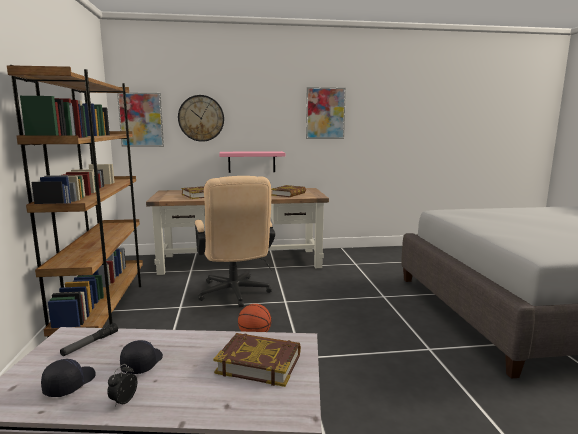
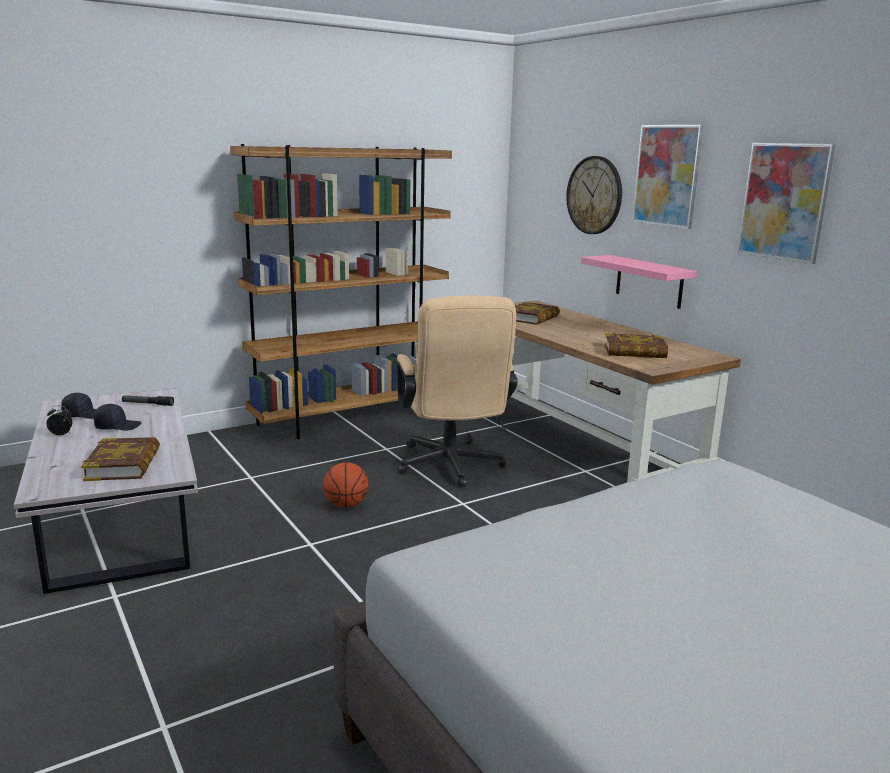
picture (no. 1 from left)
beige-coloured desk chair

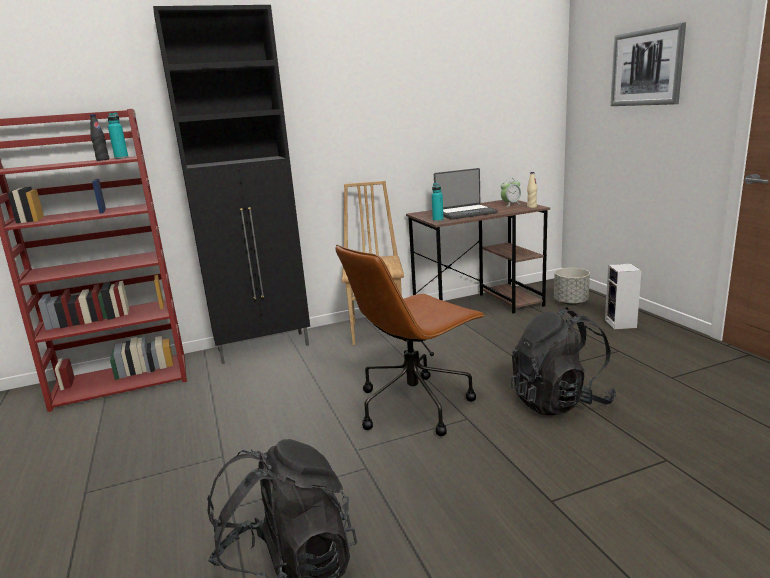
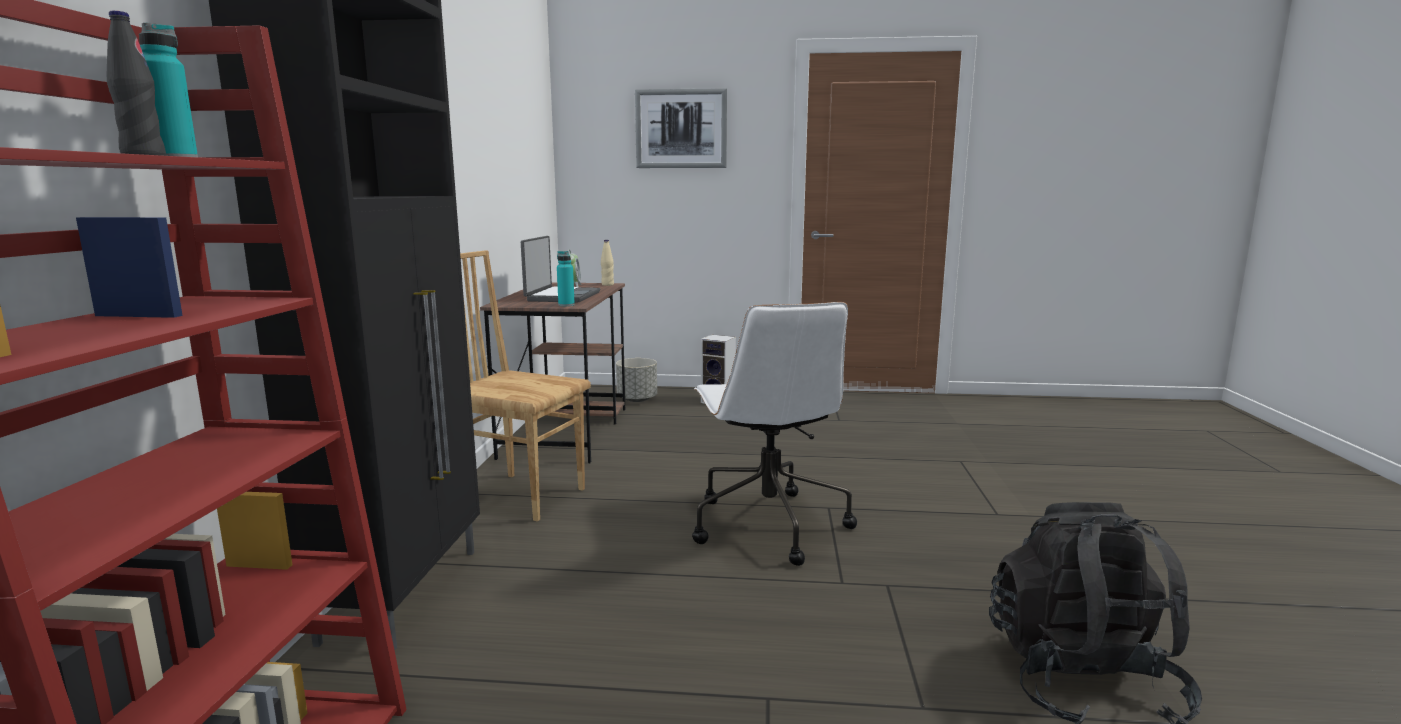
black knapsack (no. 2 from left in the first image)
white desk chair

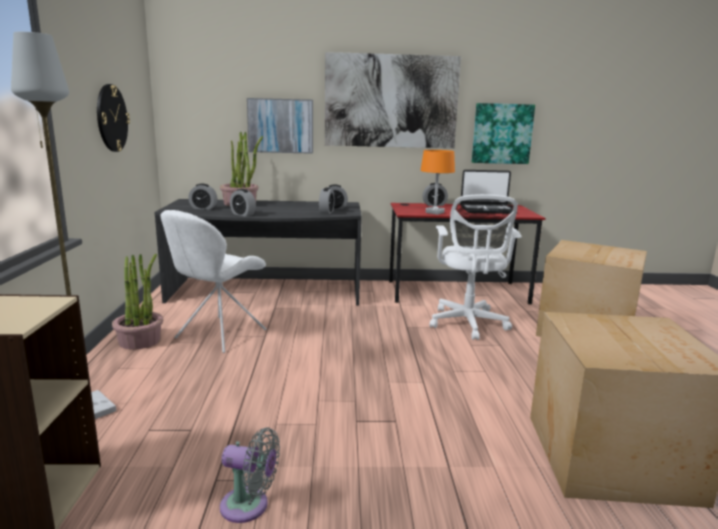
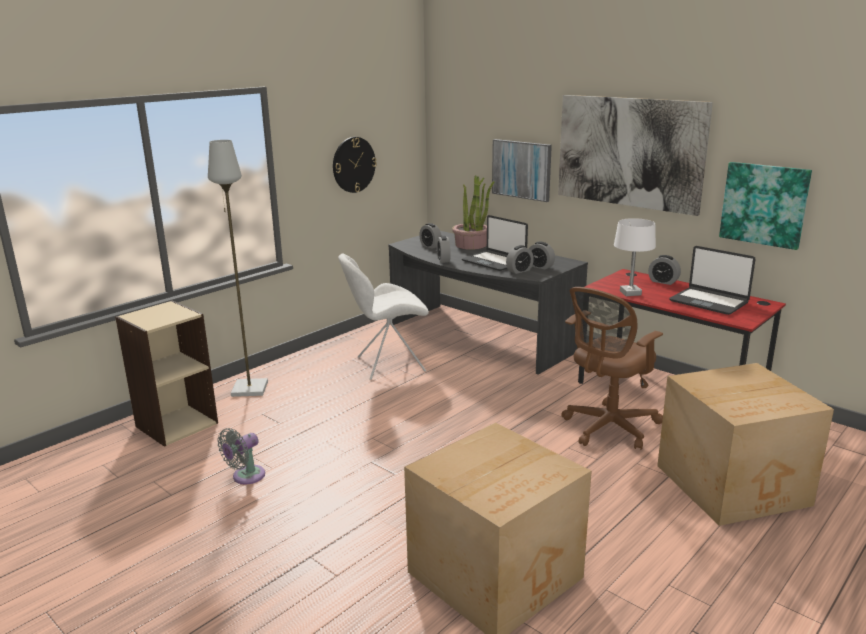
plant in a pot (no. 1 from left in the first image)
laptop (no. 1 from left)
white tabletop lamp
brownish desk chair
gray fan

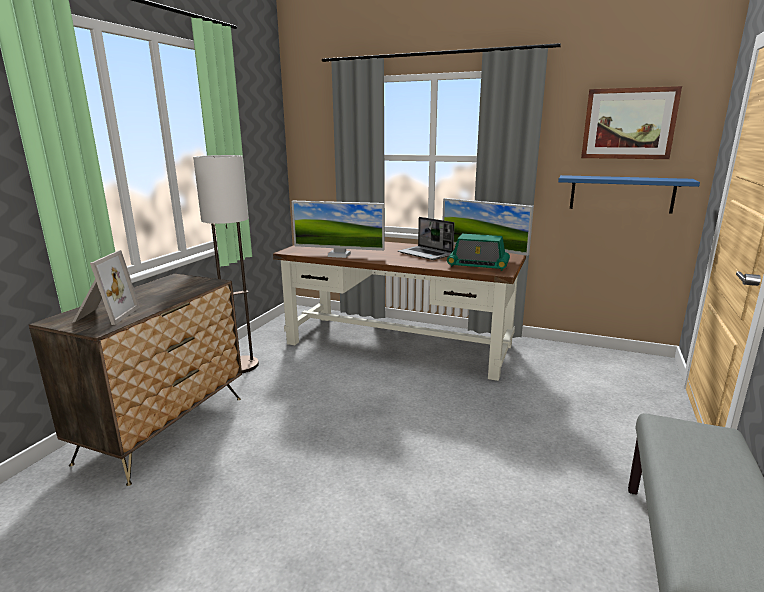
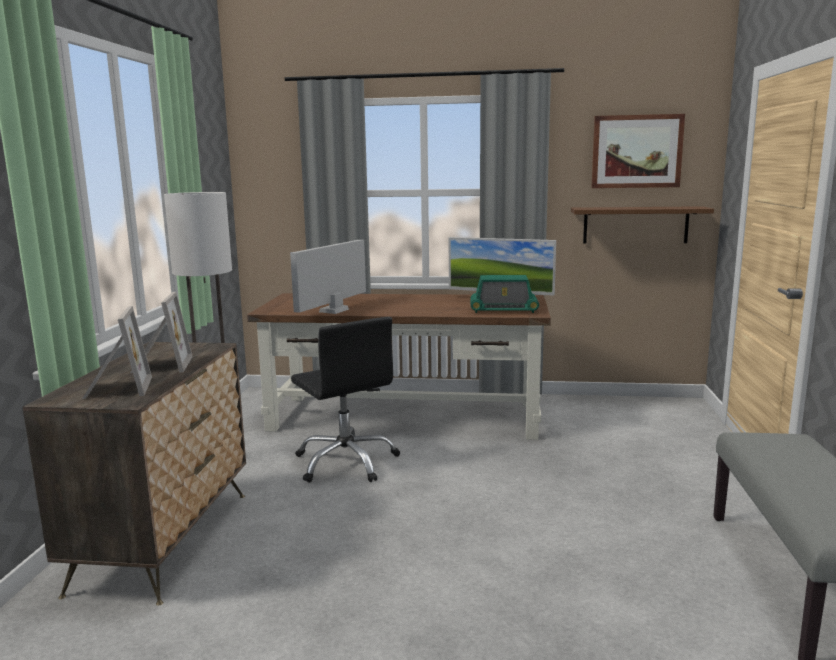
laptop
standing frame (no. 2 from left)
black desk chair
brownish bracket shelf
computer display (no. 1 from left)

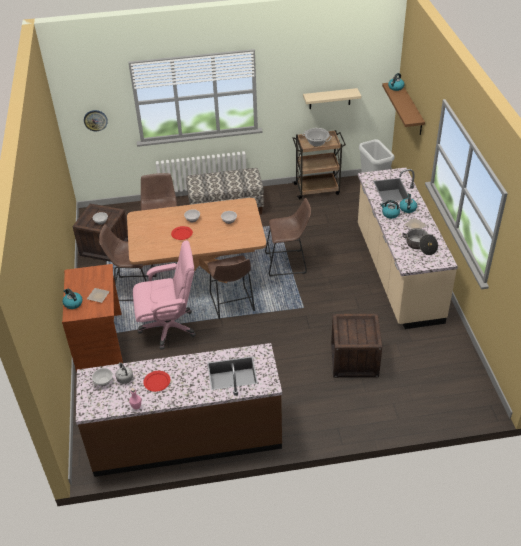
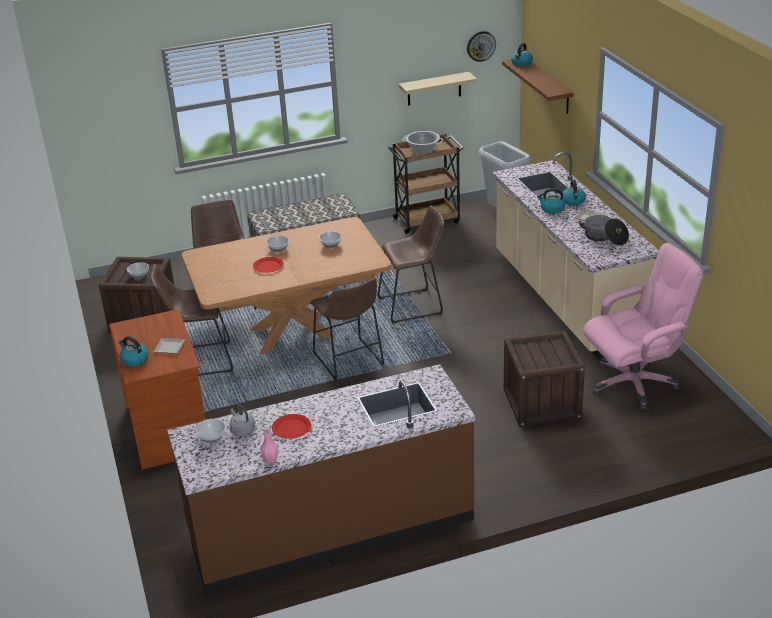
wall clock
pink desk chair

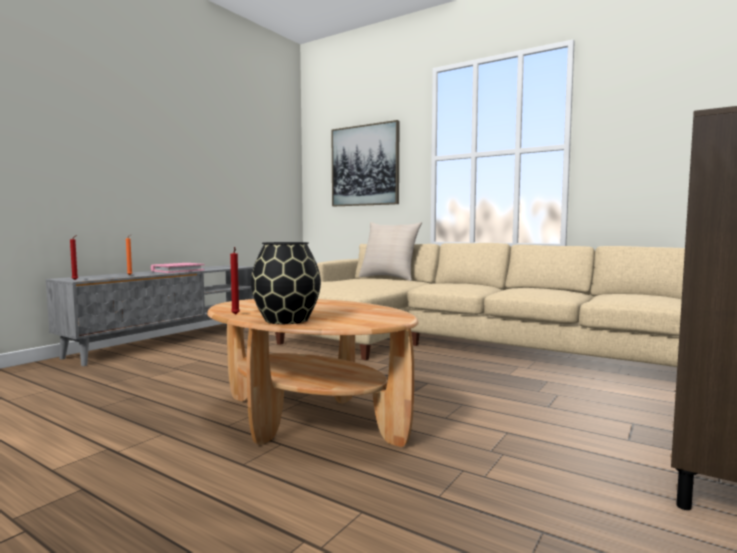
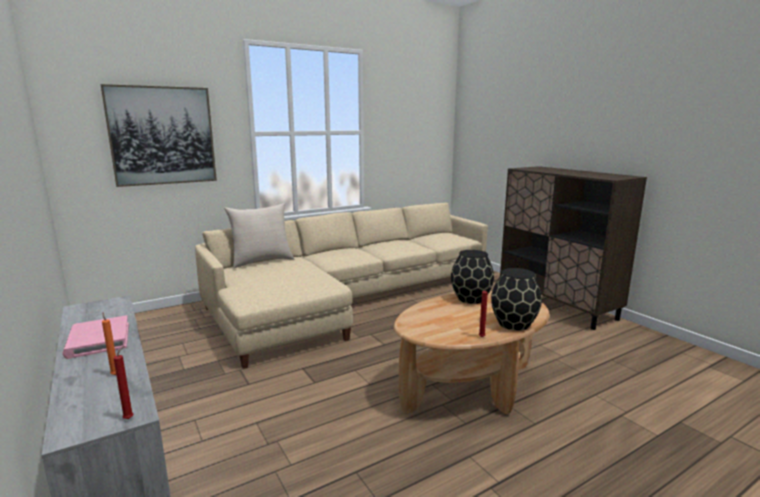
black vase (no. 1 from left)

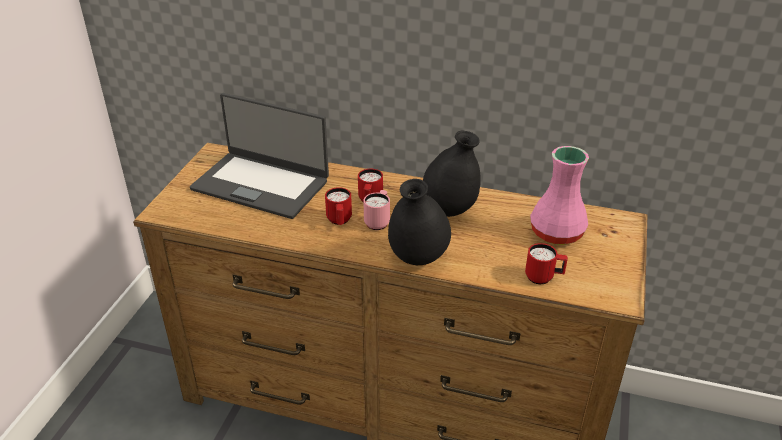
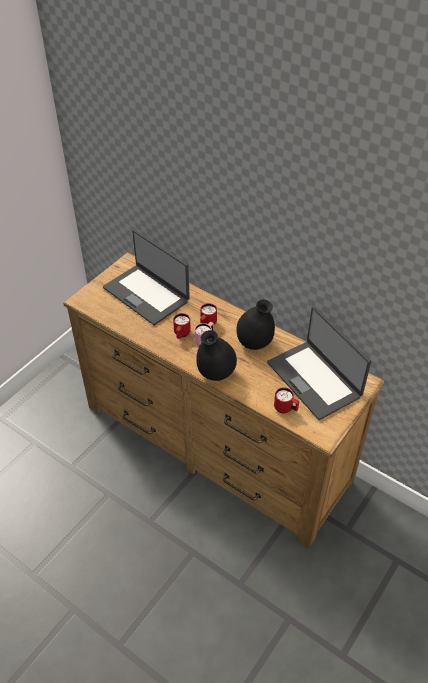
laptop (no. 2 from left)

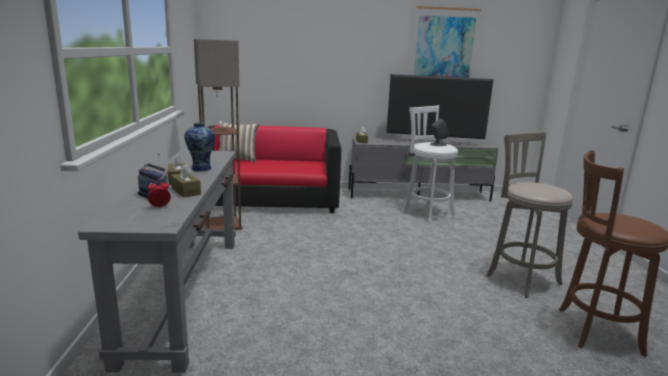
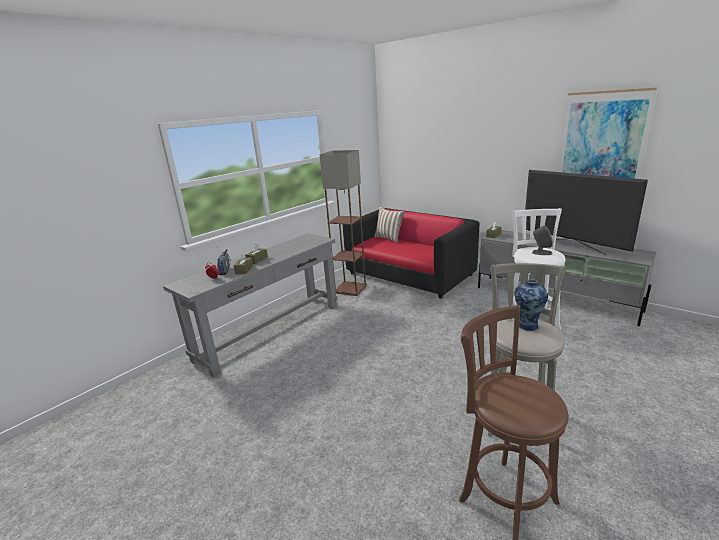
vase

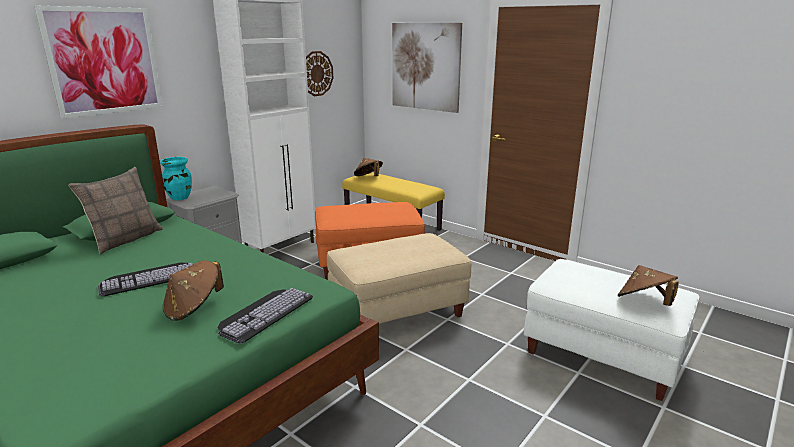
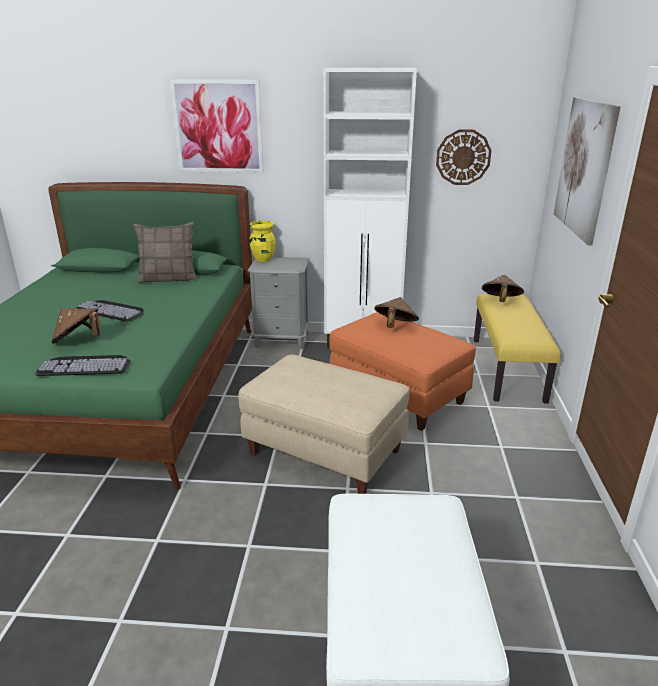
brownish wearable hat (no. 2 from left)
yellowish vase

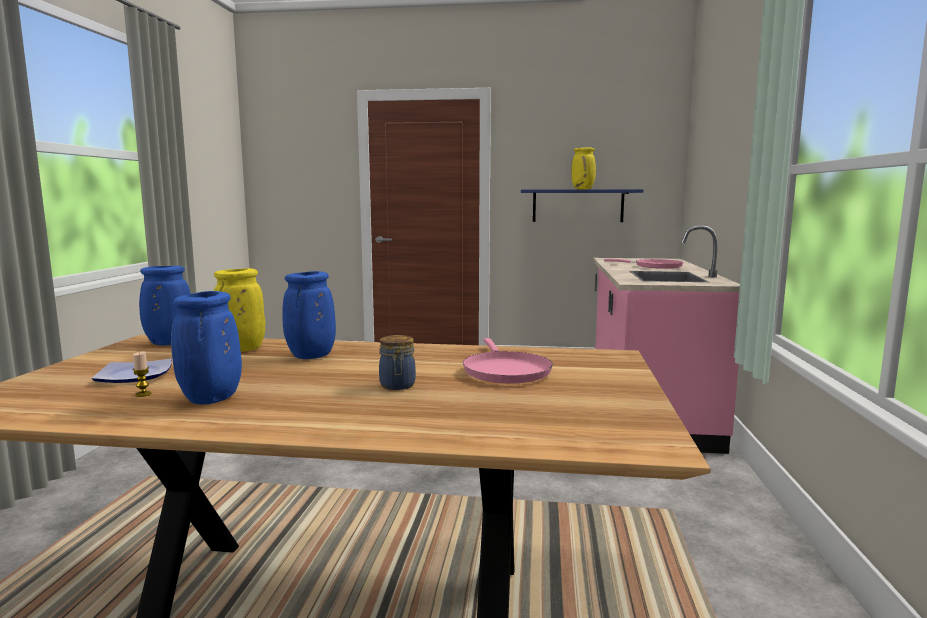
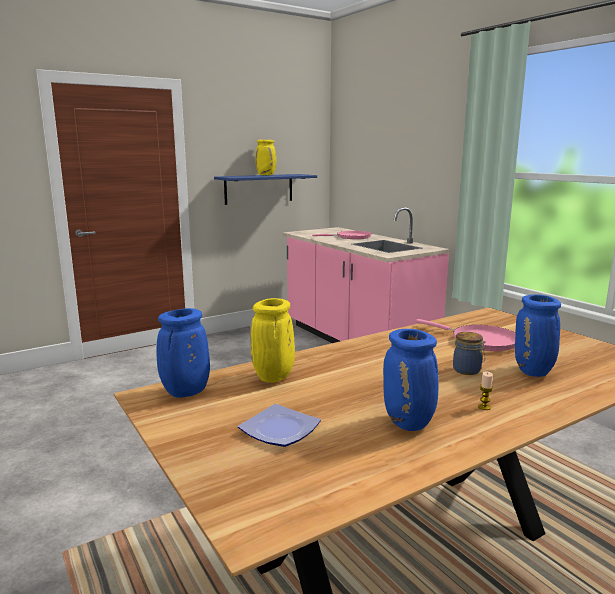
candle
blue vase (no. 3 from left)

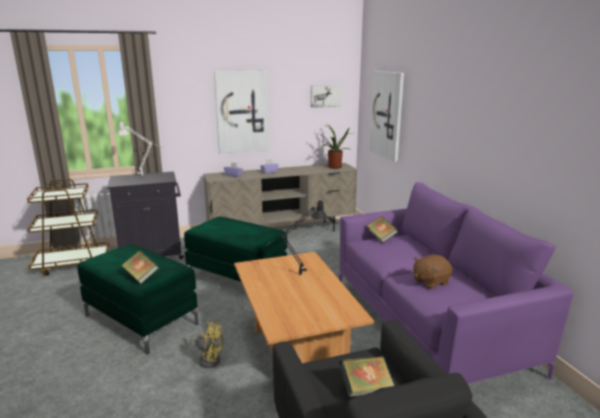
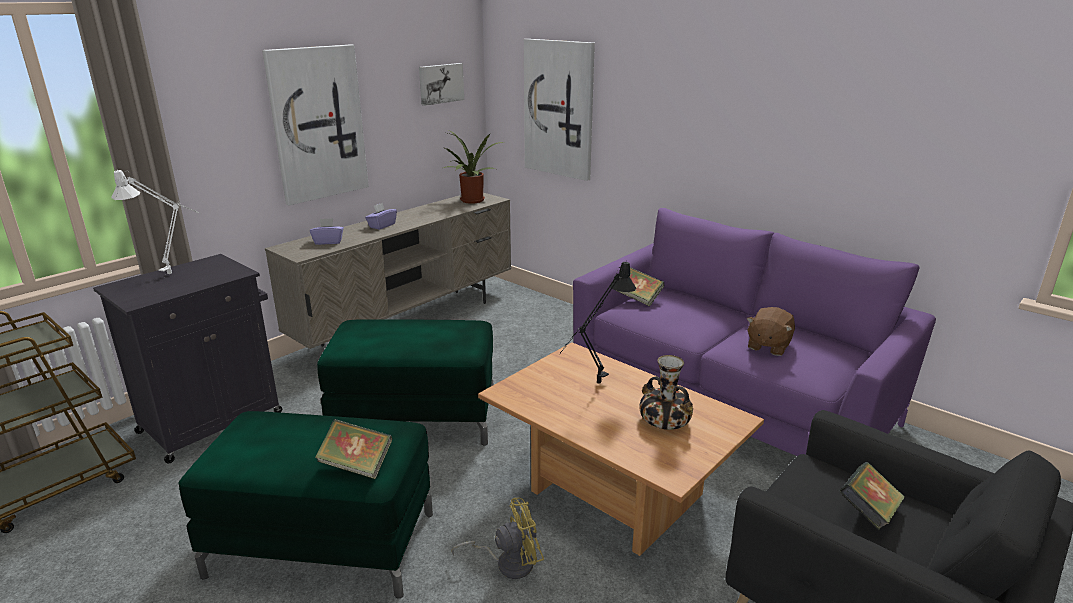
vase

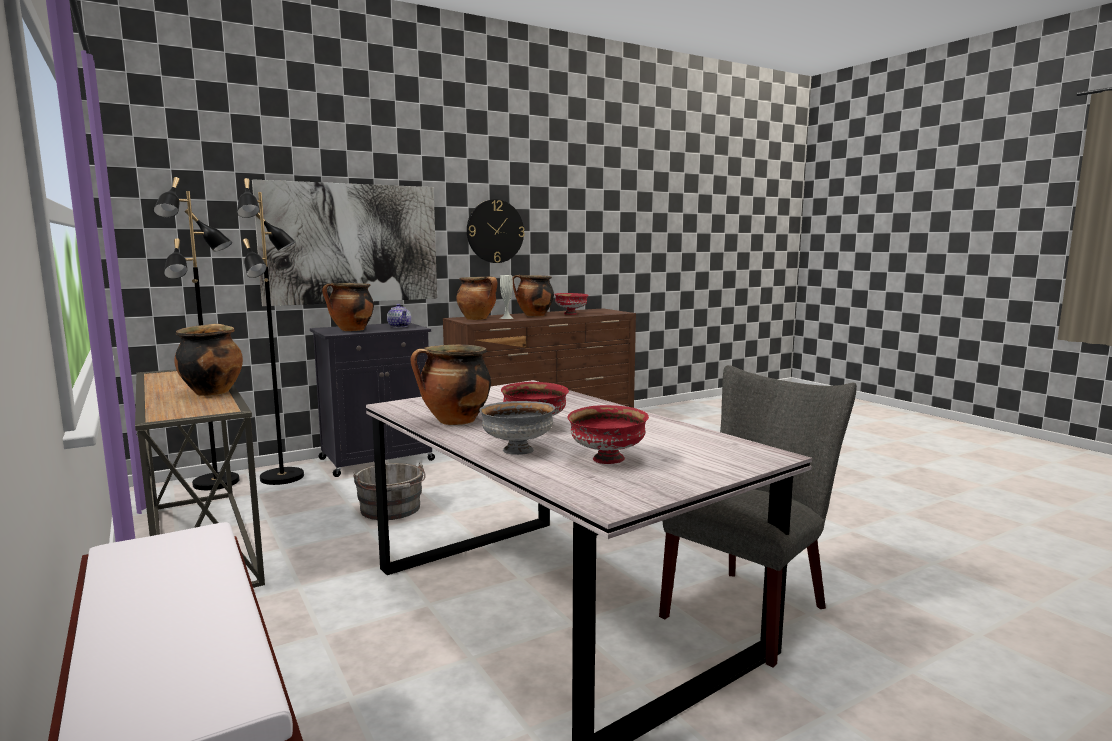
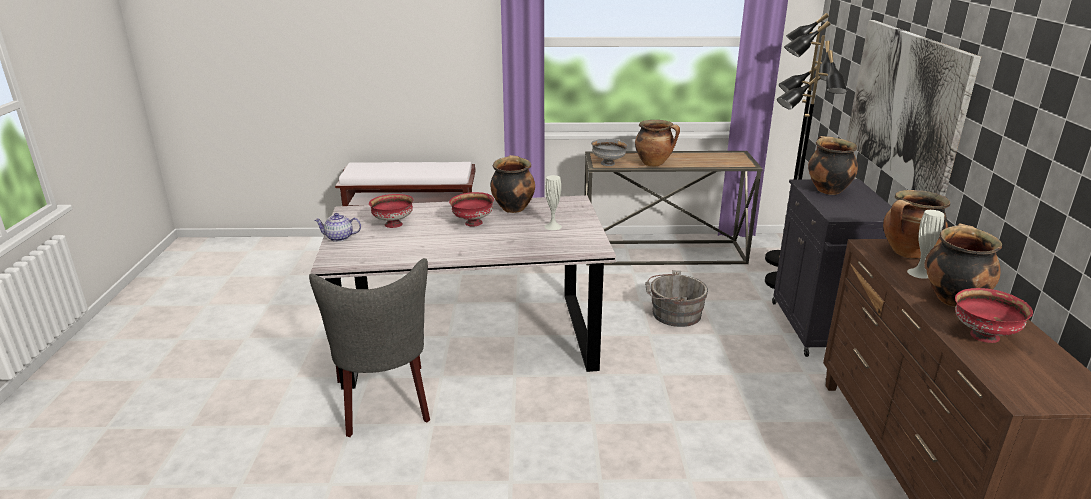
wall clock
white vase (no. 1 from left)
tea pot
gray serving bowl

